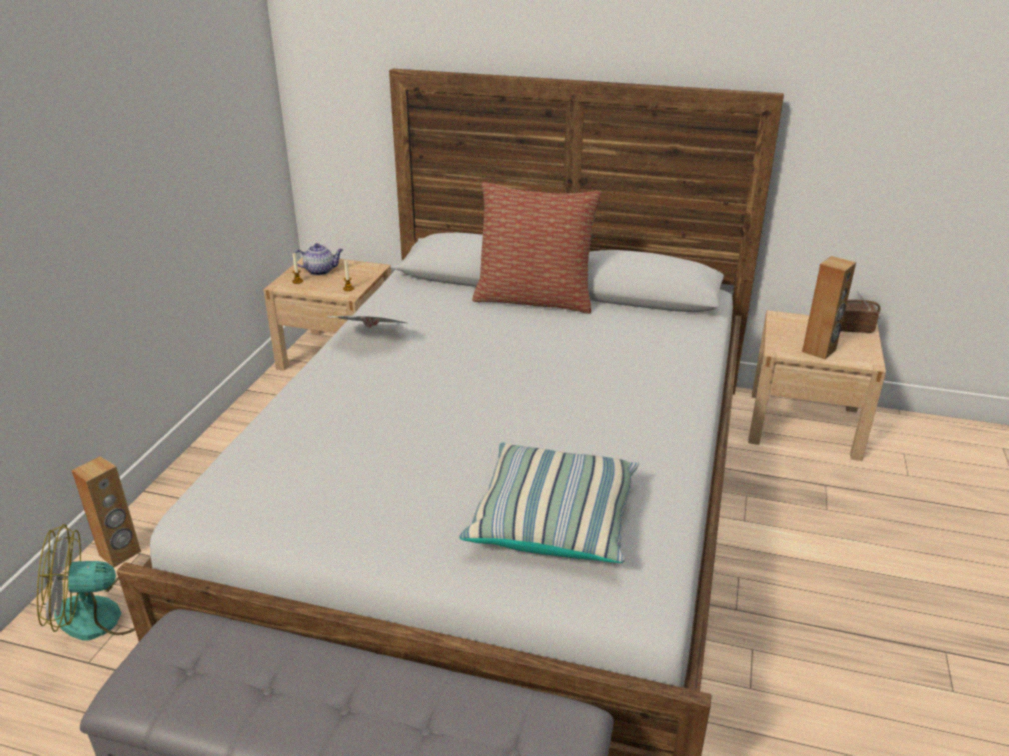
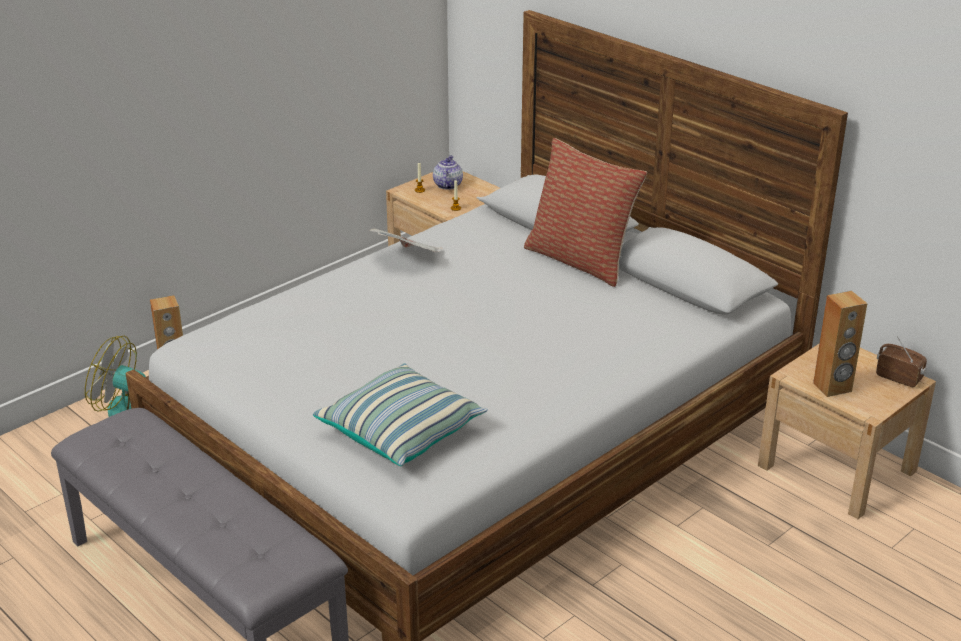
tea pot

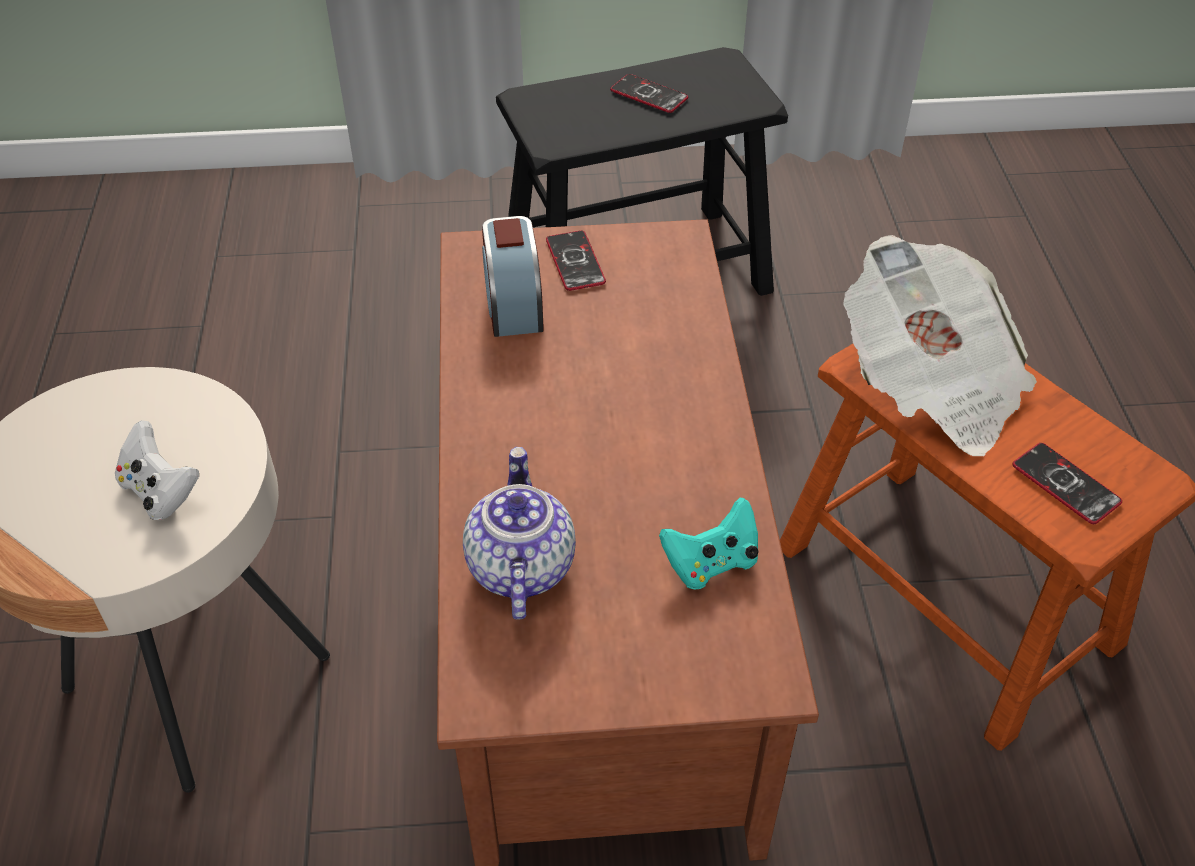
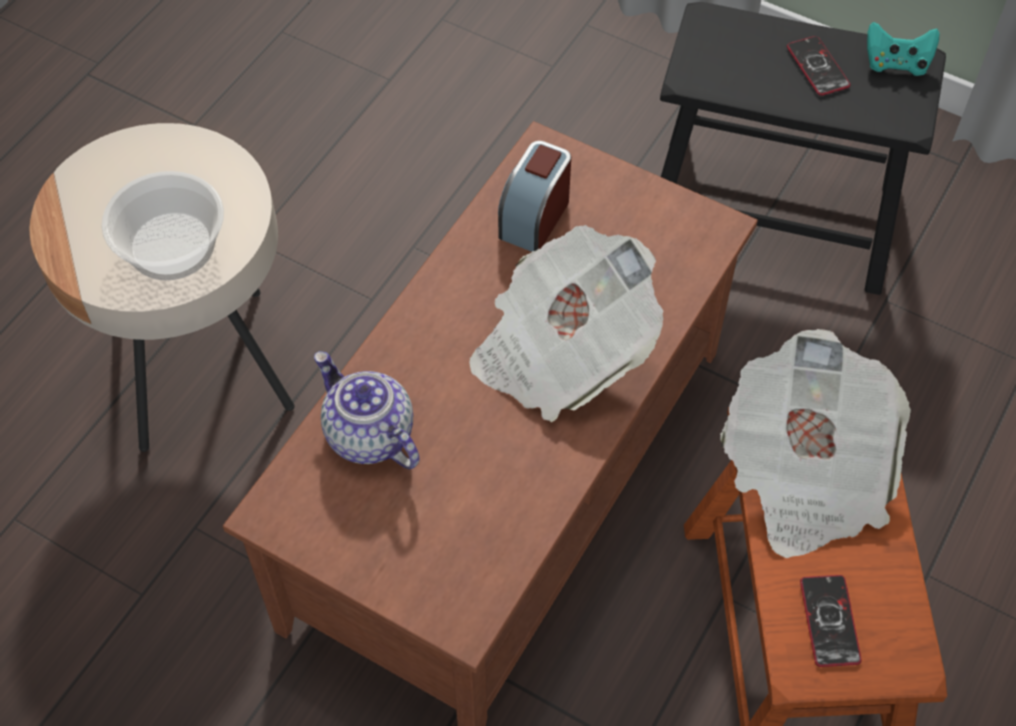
phone (no. 1 from left in the first image)
daily paper (no. 1 from left)
turquoise-coloured game controller
serving bowl
tea pot

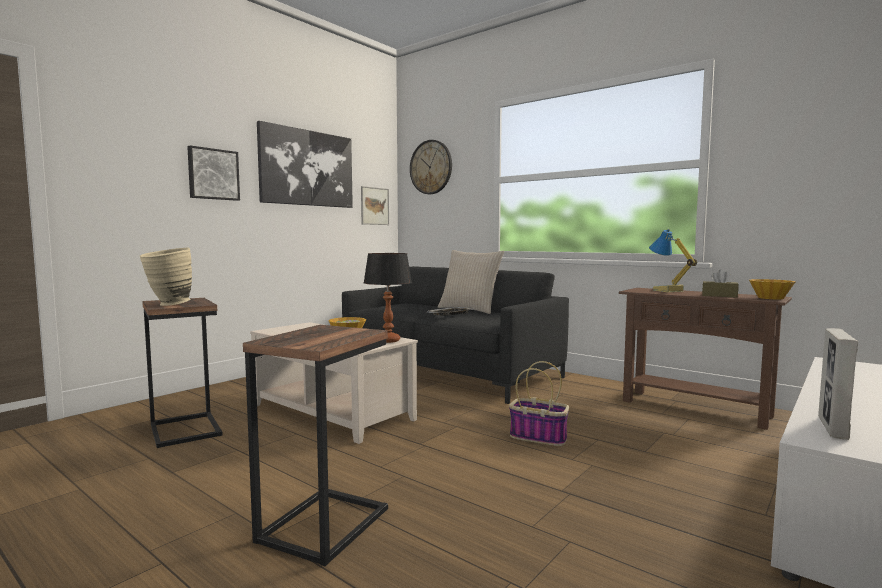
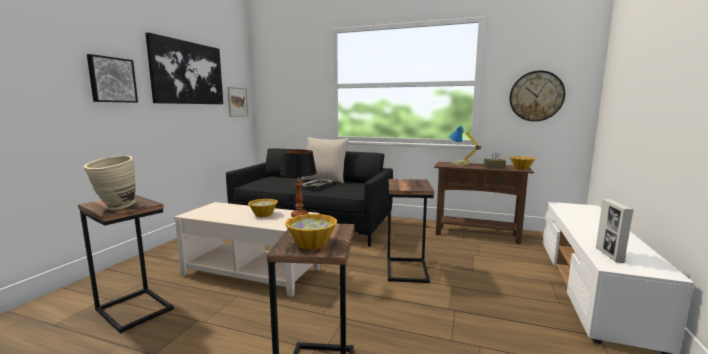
serving bowl (no. 2 from left)
wall clock
accent table (no. 3 from left)

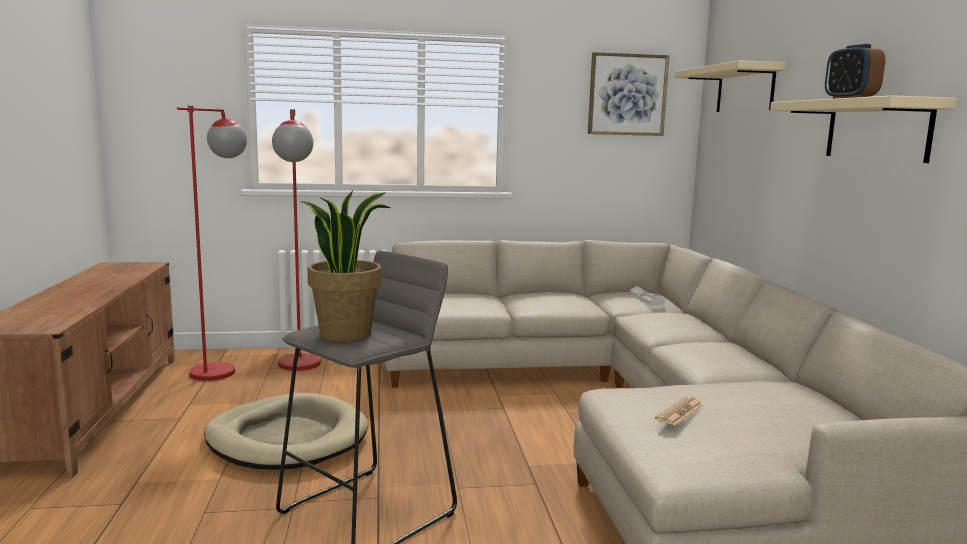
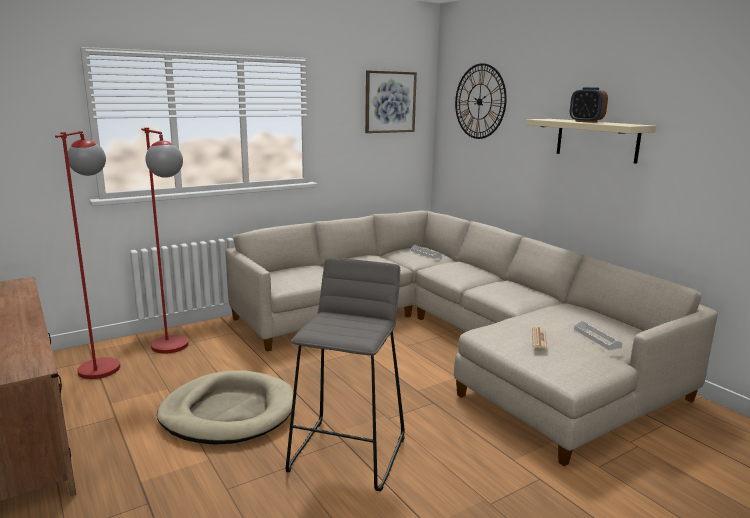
plant in a pot
white carrying tray (no. 2 from left)
wall clock

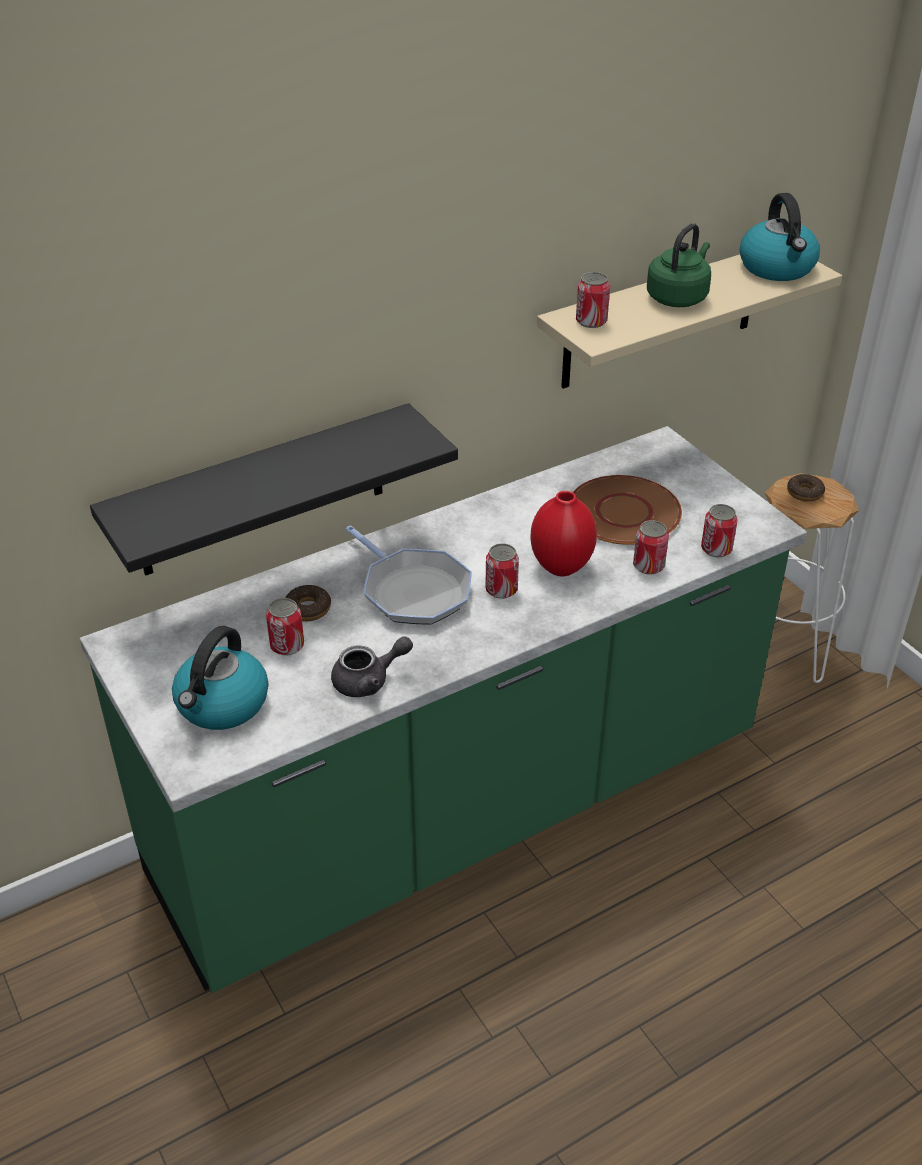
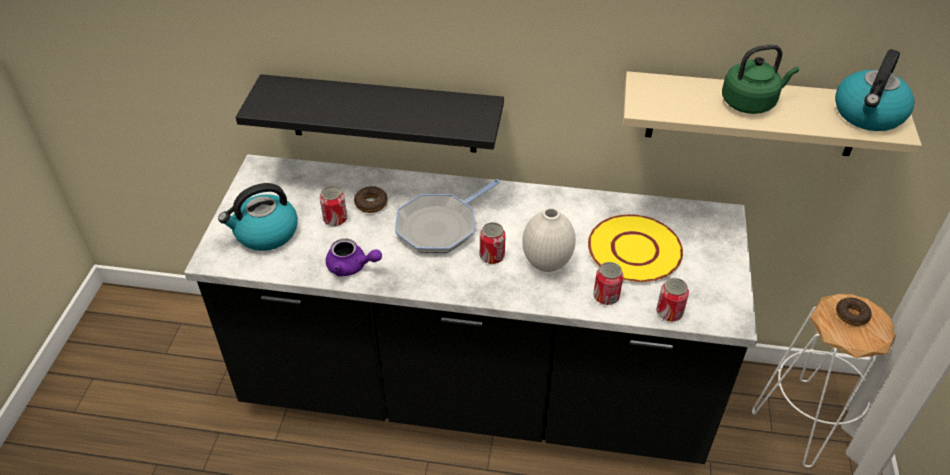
metal can (no. 3 from left in the first image)
black counter
purple-coloured tea pot
white vase
yellowish flat dish
skillet

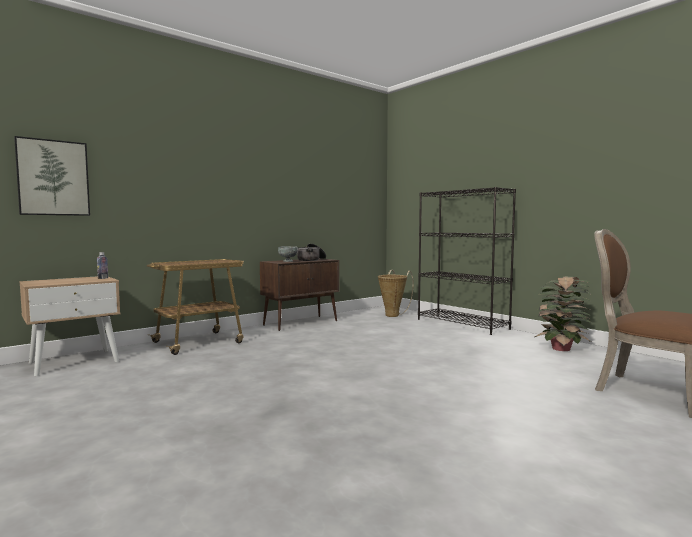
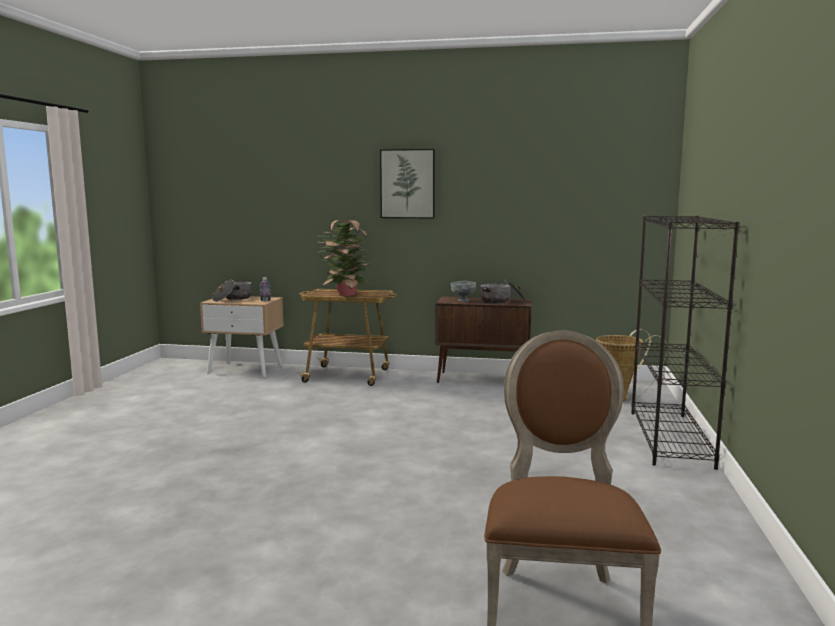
cooking pot (no. 1 from left)
picture
plant in a pot

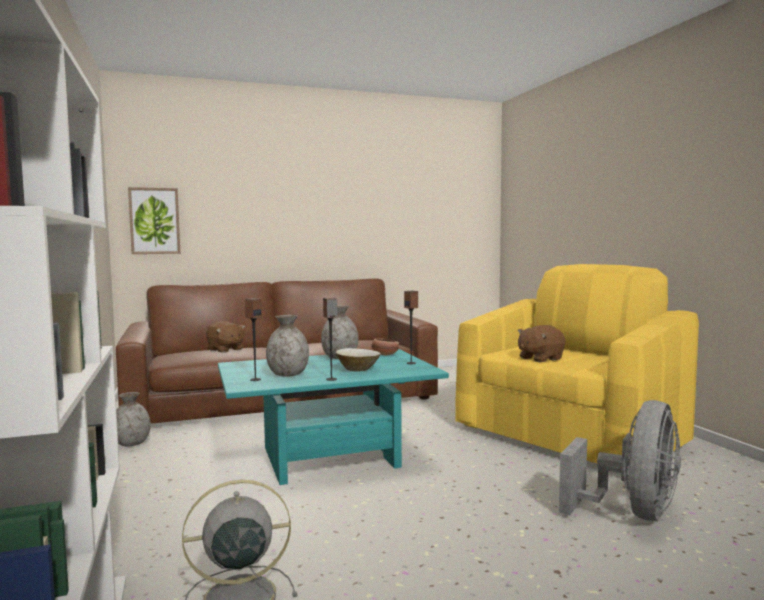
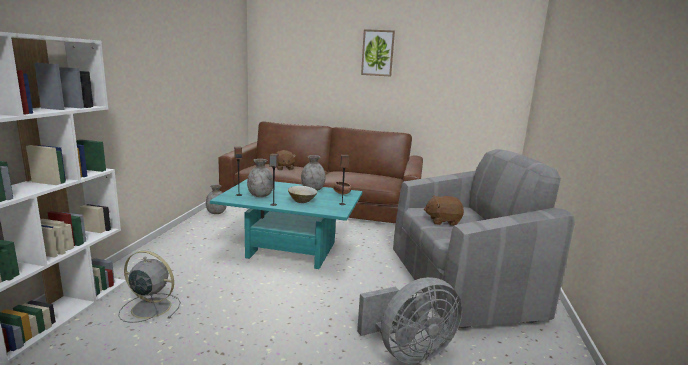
picture
gray easy chair

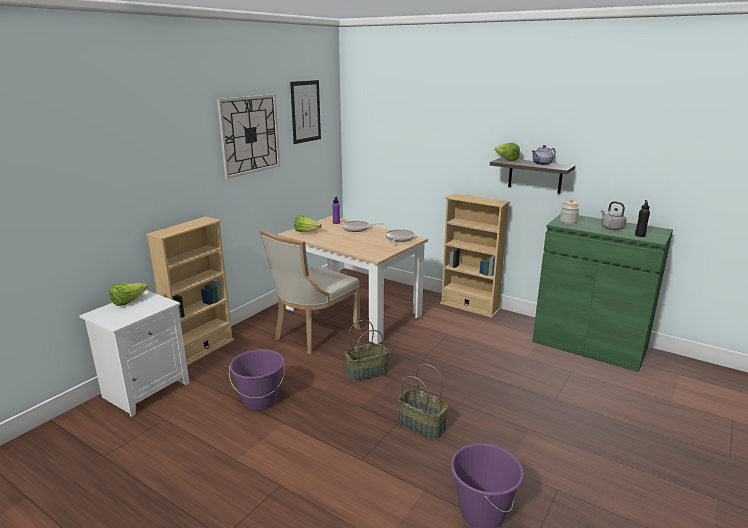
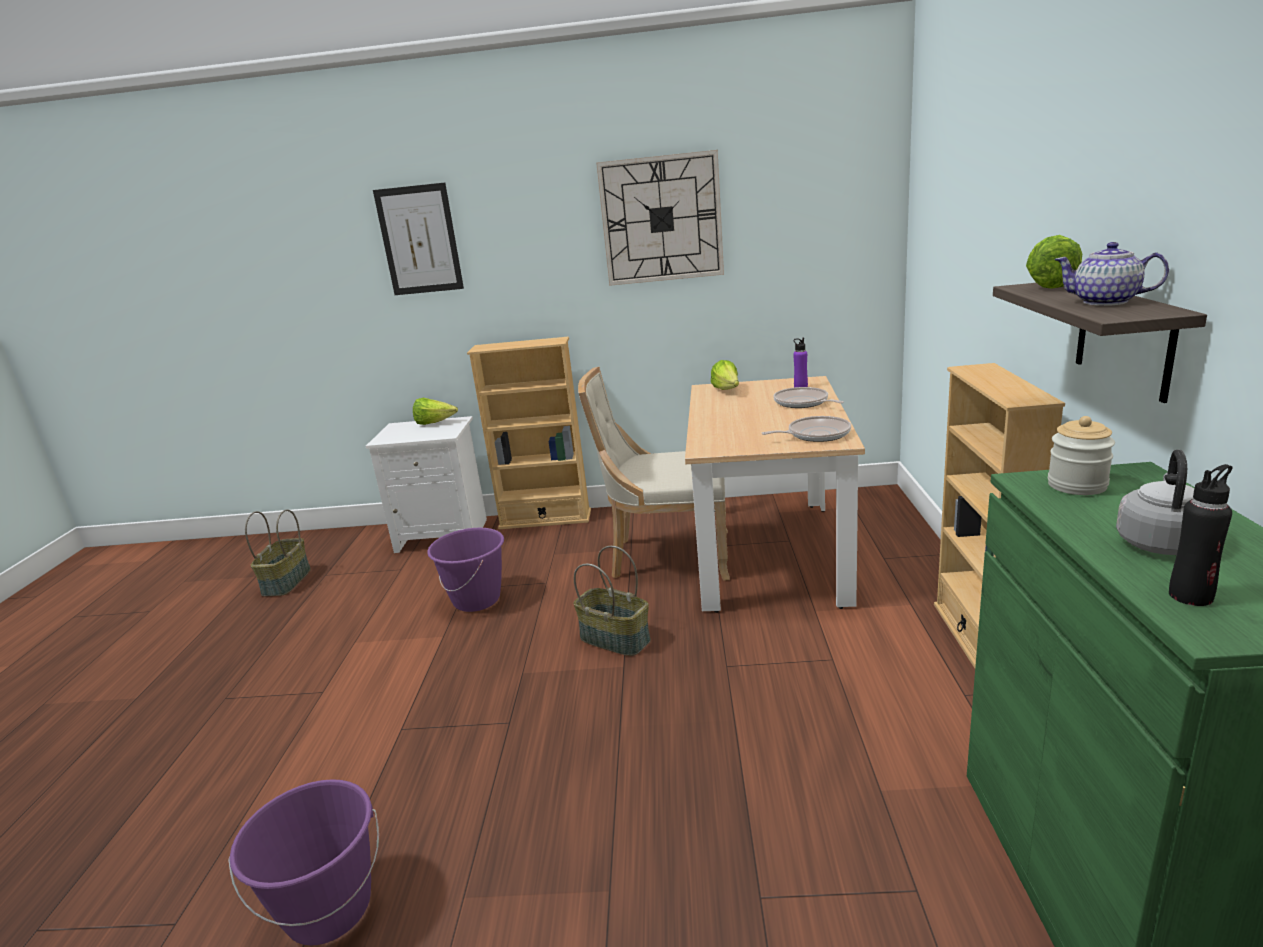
picture
storage basket (no. 1 from left)

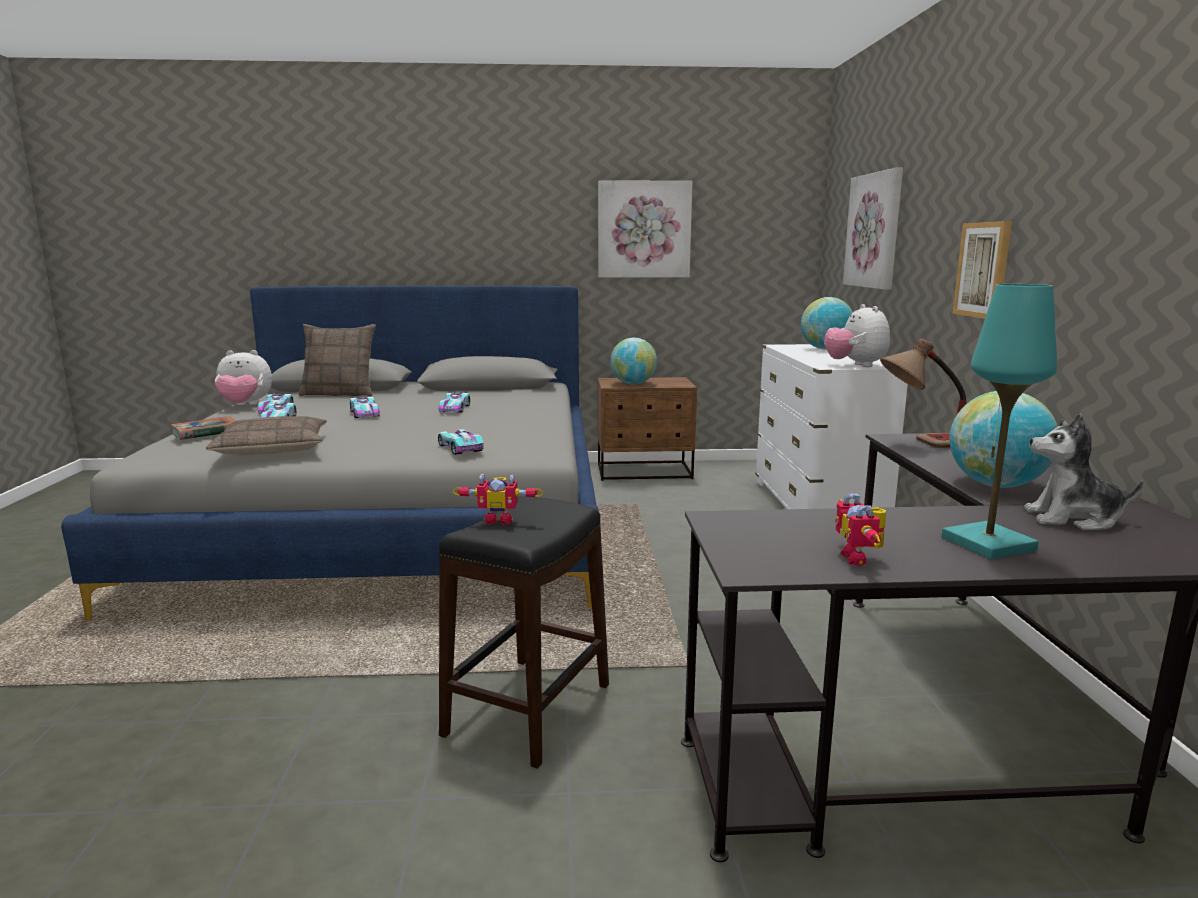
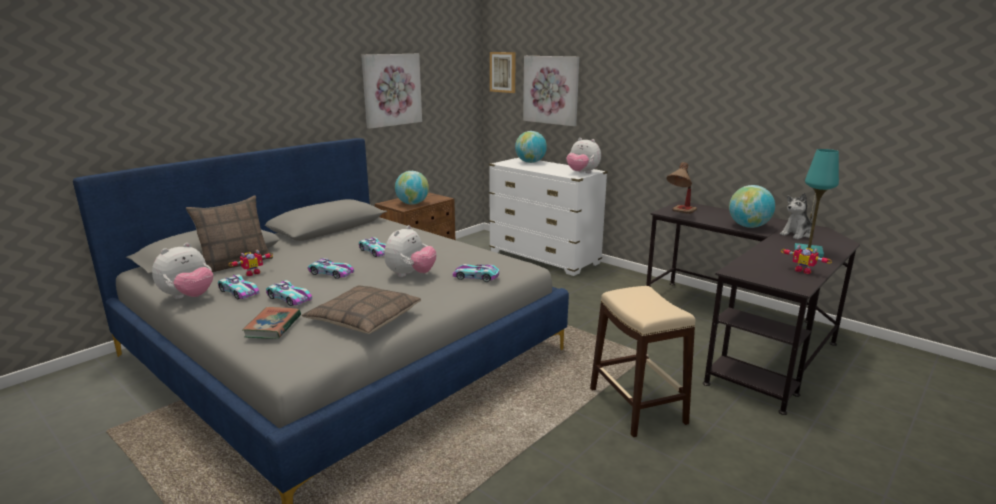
soft toy (no. 2 from left)
robot figure (no. 1 from left)
picture (no. 2 from left)
beige-coloured stool

